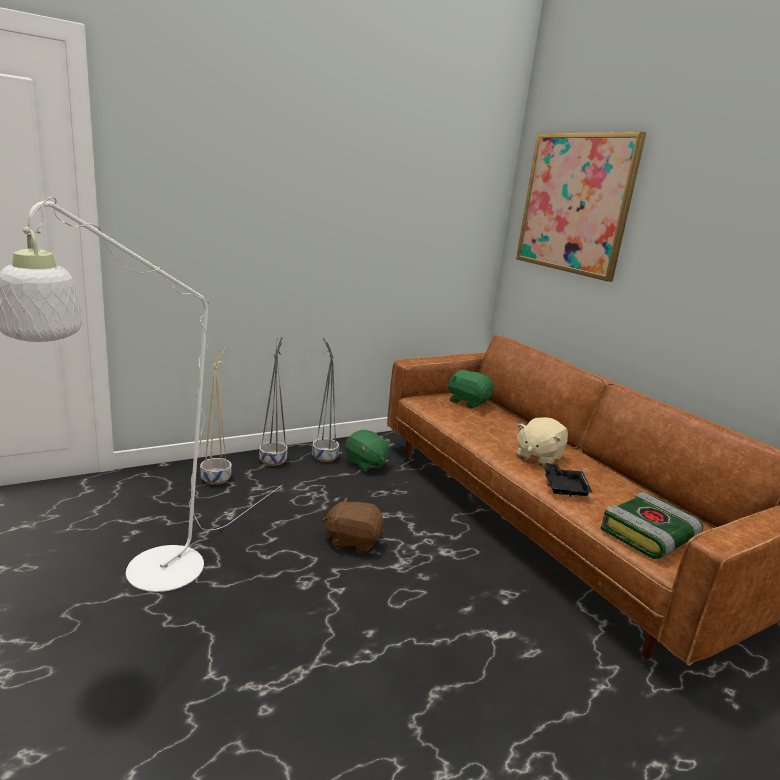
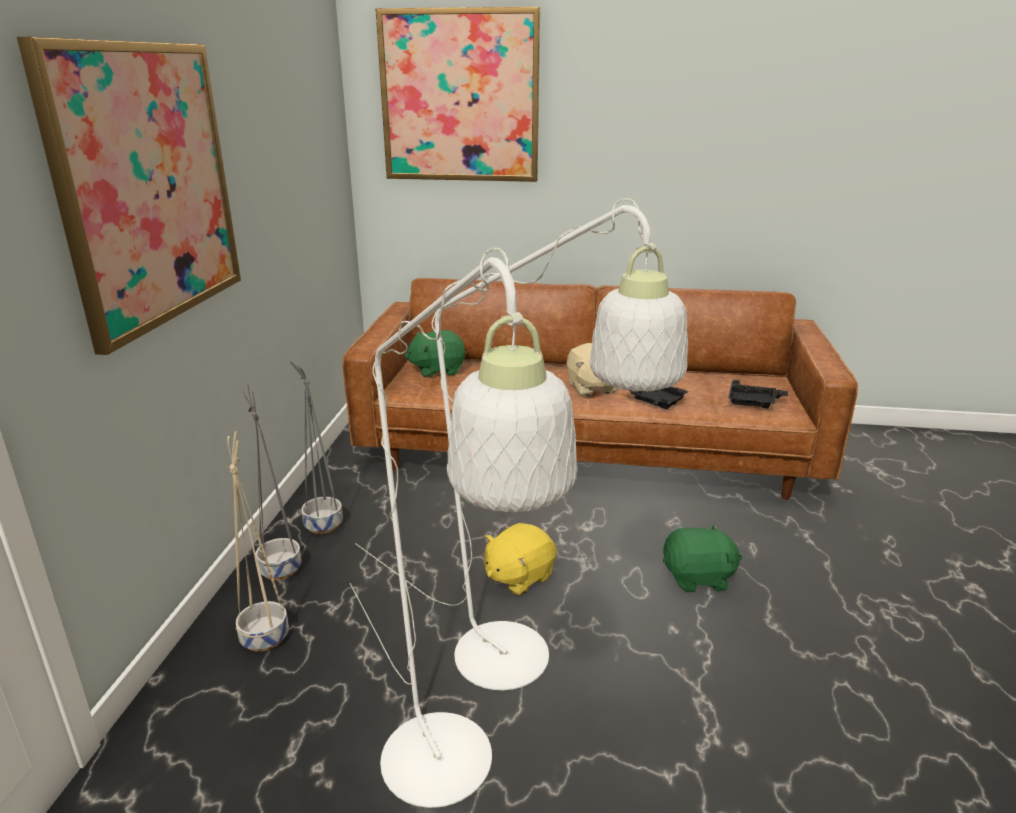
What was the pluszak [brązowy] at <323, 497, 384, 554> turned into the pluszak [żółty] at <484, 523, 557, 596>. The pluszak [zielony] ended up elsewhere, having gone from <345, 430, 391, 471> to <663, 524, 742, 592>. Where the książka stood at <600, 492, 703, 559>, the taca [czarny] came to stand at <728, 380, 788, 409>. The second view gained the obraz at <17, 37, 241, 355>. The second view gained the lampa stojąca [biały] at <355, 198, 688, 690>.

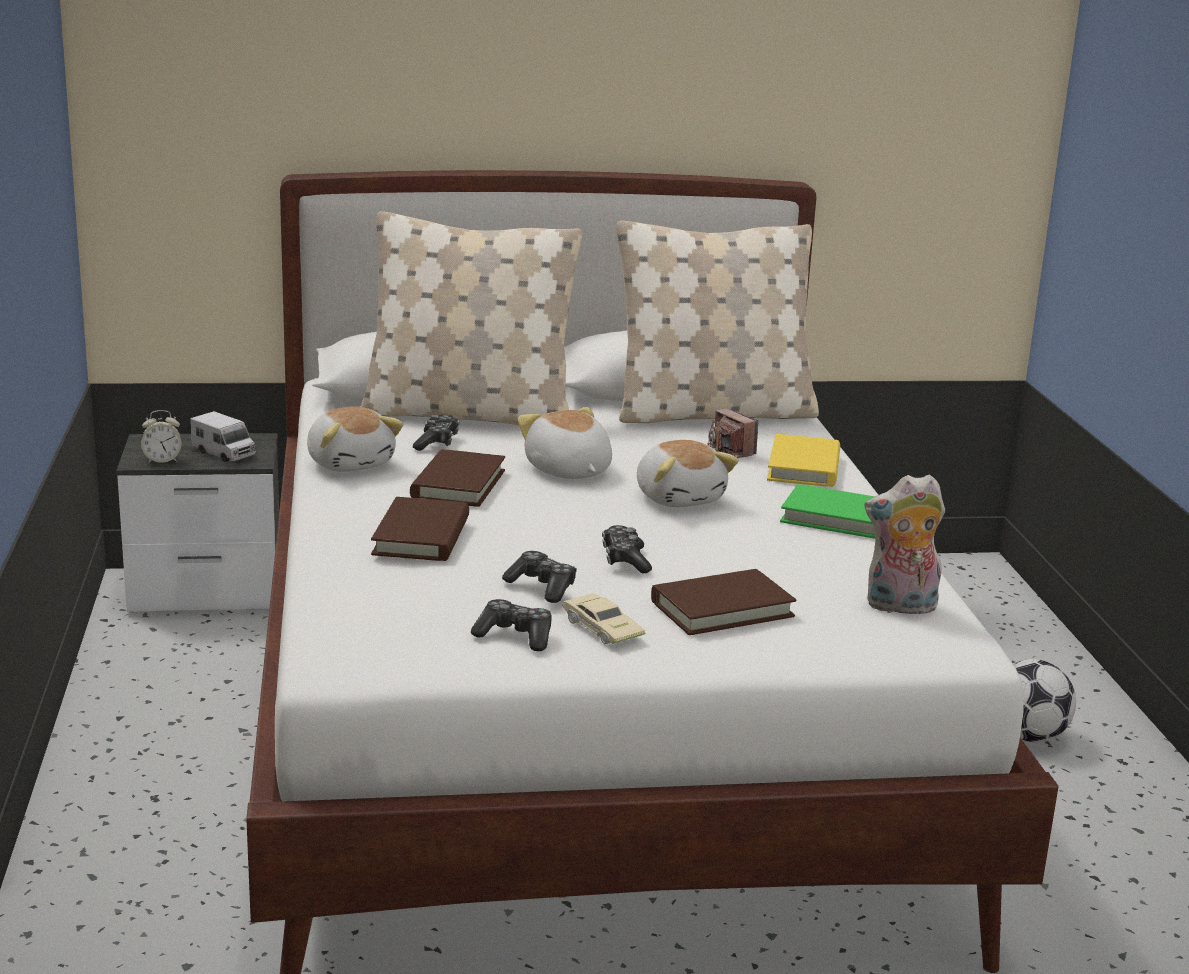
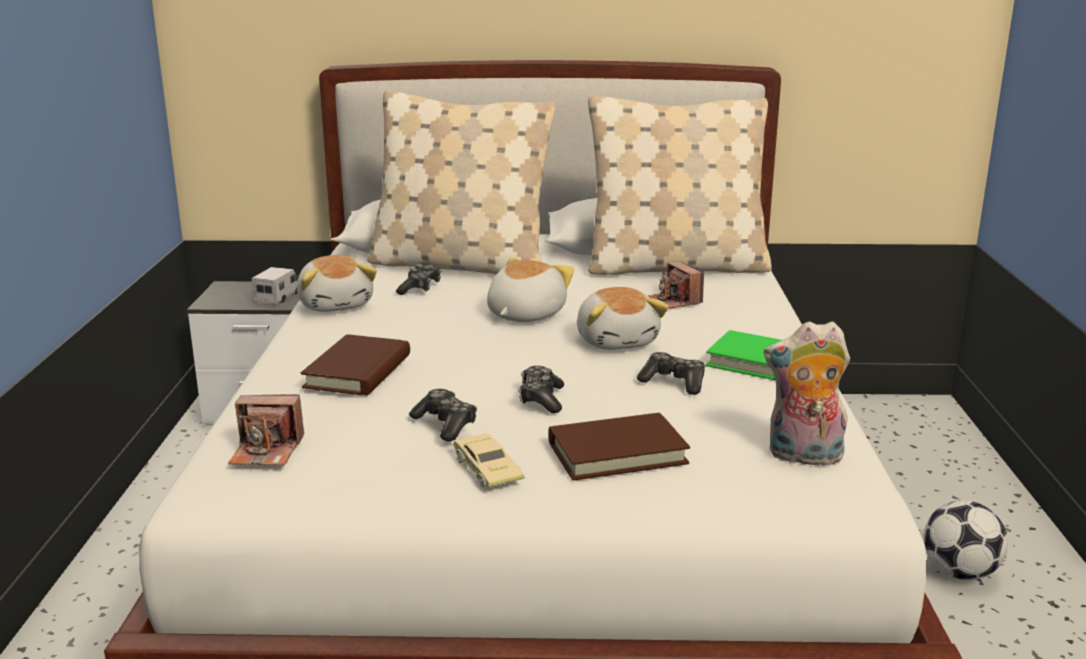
The second view lost the budzik at <141, 410, 181, 464>. The ciężarówka zabawkowa at <190, 411, 256, 462> ended up facing another way, 120 degrees counterclockwise from before. The second view lost the książka [brązowy] at <410, 449, 505, 507>. The pad do gier ended up elsewhere, having gone from <471, 599, 552, 651> to <637, 352, 705, 395>. The pluszak at <518, 407, 612, 479> ended up facing another way, 45 degrees clockwise from before. The second view lost the książka [żółty] at <767, 434, 840, 487>. The second view gained the aparat fotograficzny at <228, 394, 304, 466>.

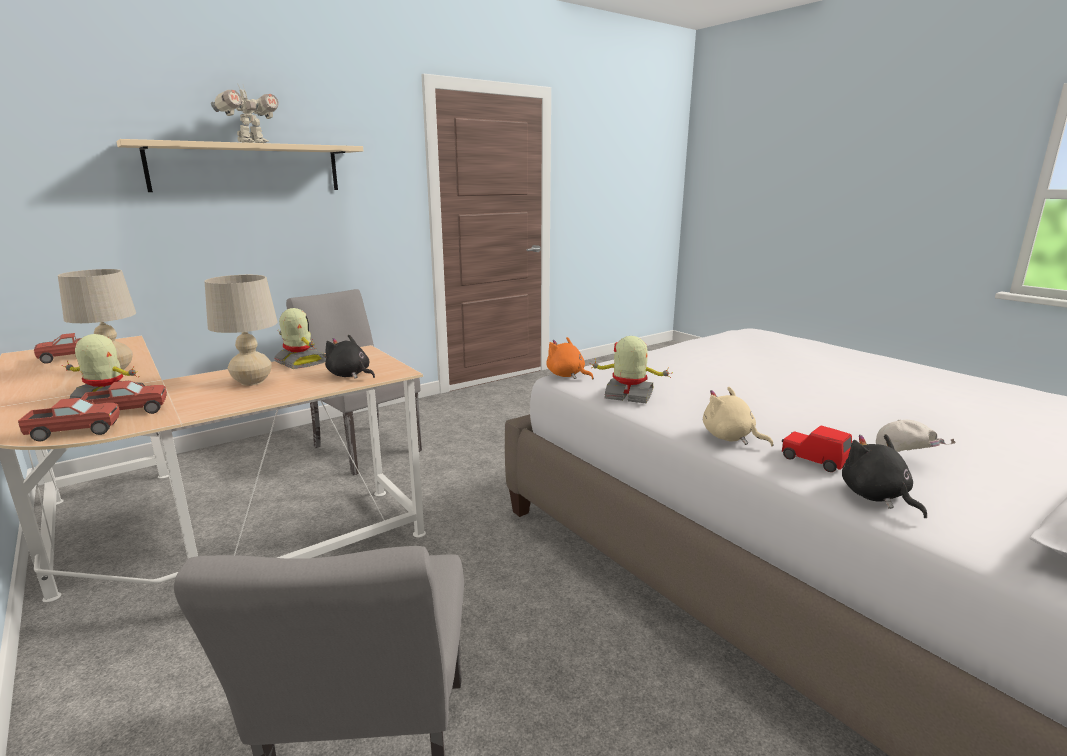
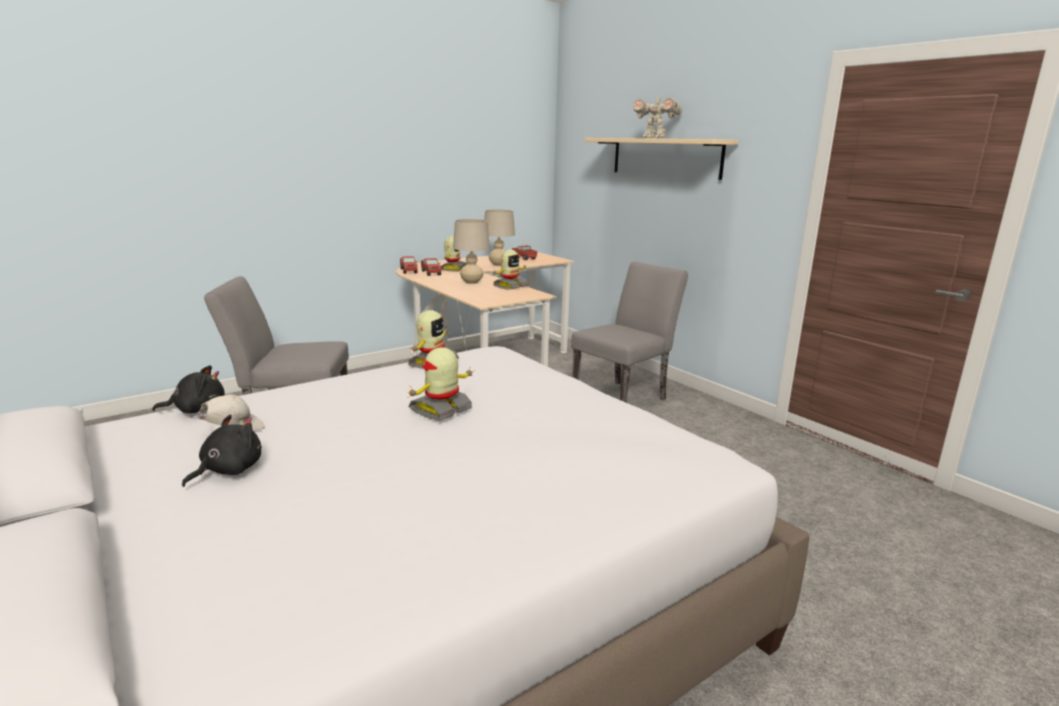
The pluszak [czarny] ended up elsewhere, having gone from <325, 335, 375, 379> to <182, 414, 261, 487>. The second view lost the pluszak [pomarańczowy] at <546, 337, 594, 380>. The second view lost the pluszak [beżowy] at <703, 387, 774, 447>. The second view lost the samochodzik [czerwony] at <782, 426, 852, 472>. The second view gained the robot zabawkowy at <408, 347, 475, 421>.

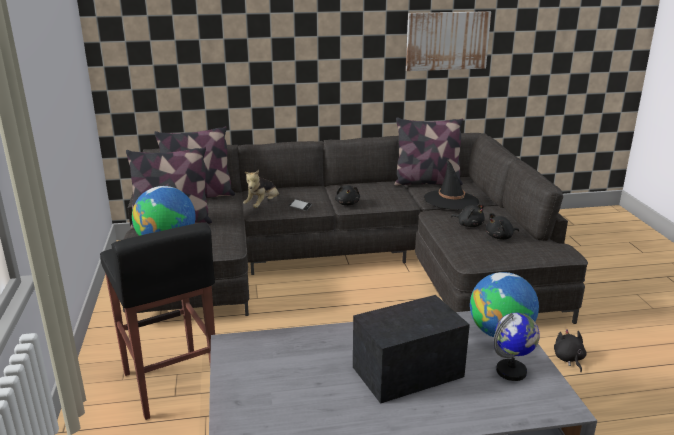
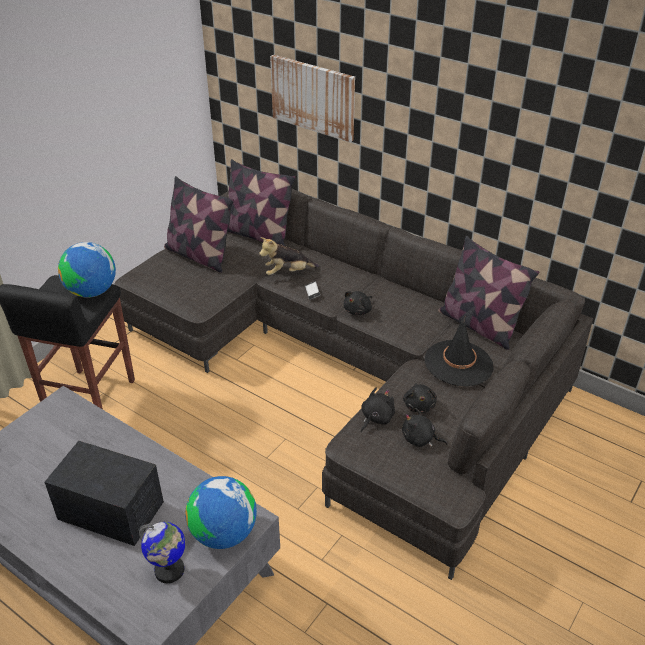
The obraz ended up elsewhere, having gone from <406, 11, 491, 71> to <270, 55, 355, 142>. The pluszak [czarny] ended up elsewhere, having gone from <554, 329, 587, 373> to <361, 388, 395, 432>.

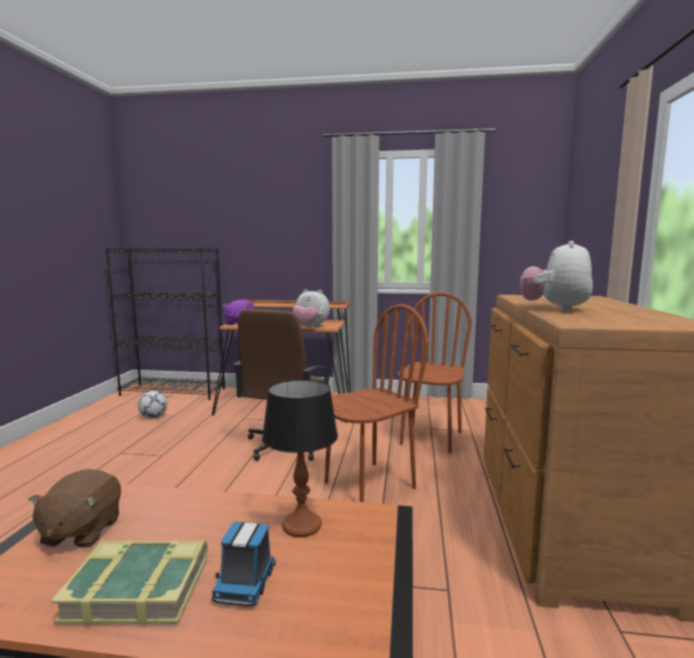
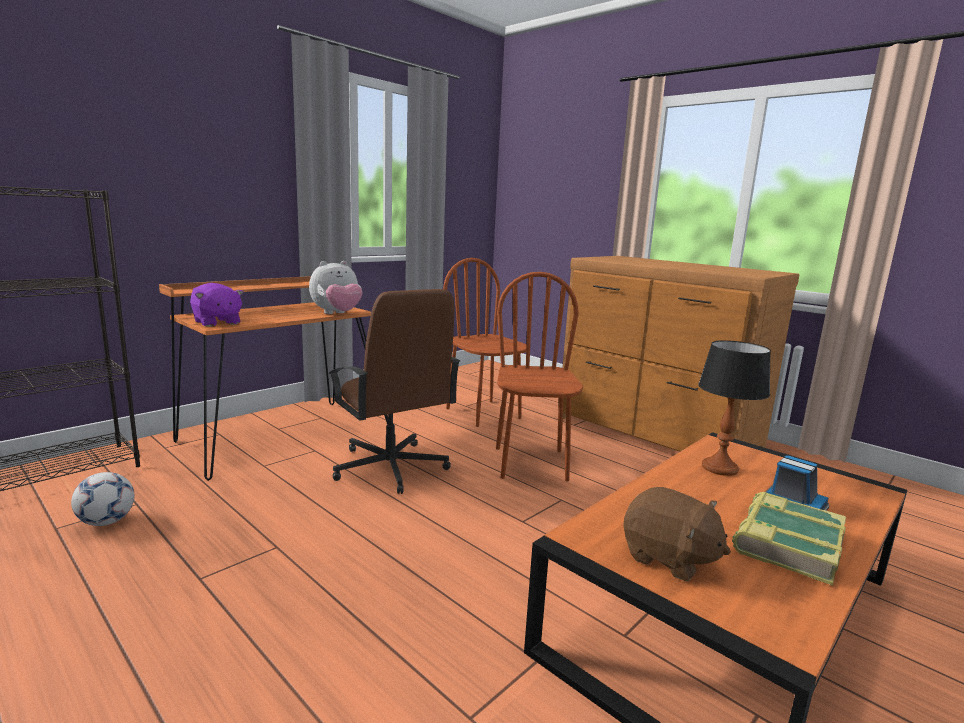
The second view lost the pluszak at <520, 241, 593, 312>.

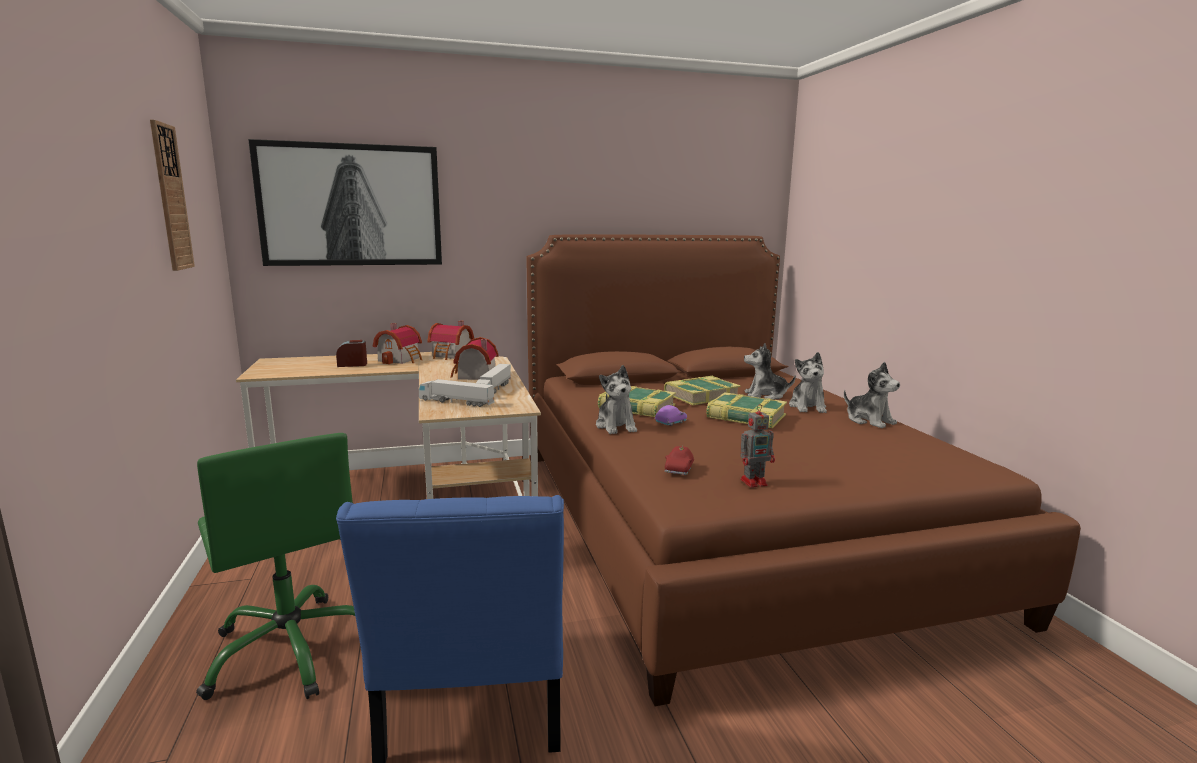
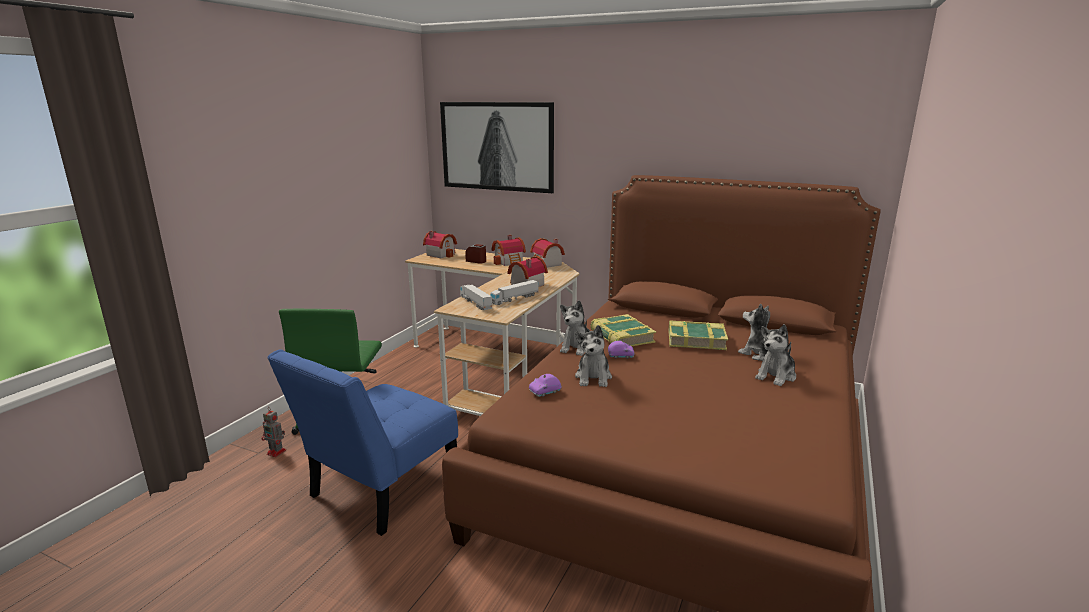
The second view lost the zegar ścienny at <150, 120, 195, 271>. What was the samochodzik [czerwony] at <665, 446, 694, 475> turned into the samochodzik [fioletowy] at <529, 374, 562, 397>. The second view lost the książka at <706, 392, 787, 428>. The robot zabawkowy ended up elsewhere, having gone from <740, 404, 775, 488> to <262, 407, 286, 457>. The pluszak ended up elsewhere, having gone from <844, 362, 900, 428> to <575, 325, 612, 387>. The second view gained the domek at <423, 231, 457, 258>.

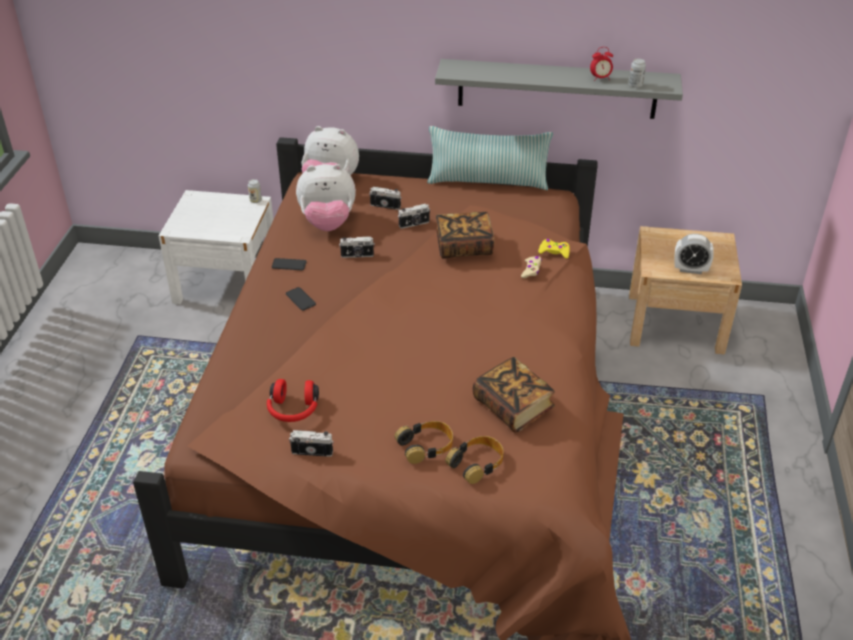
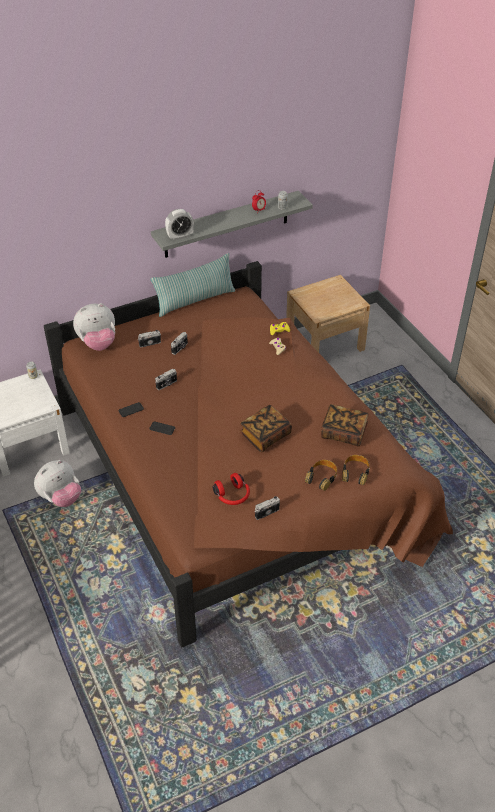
The pluszak ended up elsewhere, having gone from <296, 164, 356, 231> to <34, 460, 81, 507>. The książka ended up elsewhere, having gone from <436, 212, 495, 259> to <240, 405, 292, 452>. The budzik ended up elsewhere, having gone from <675, 234, 714, 274> to <165, 209, 194, 241>.

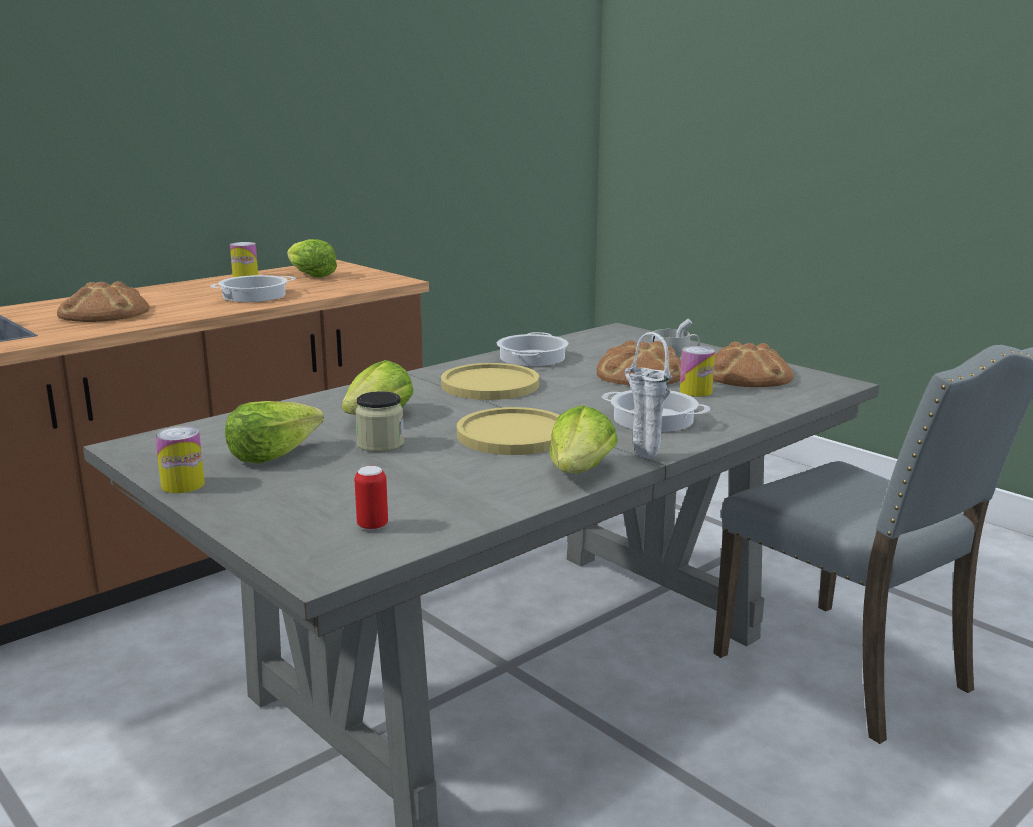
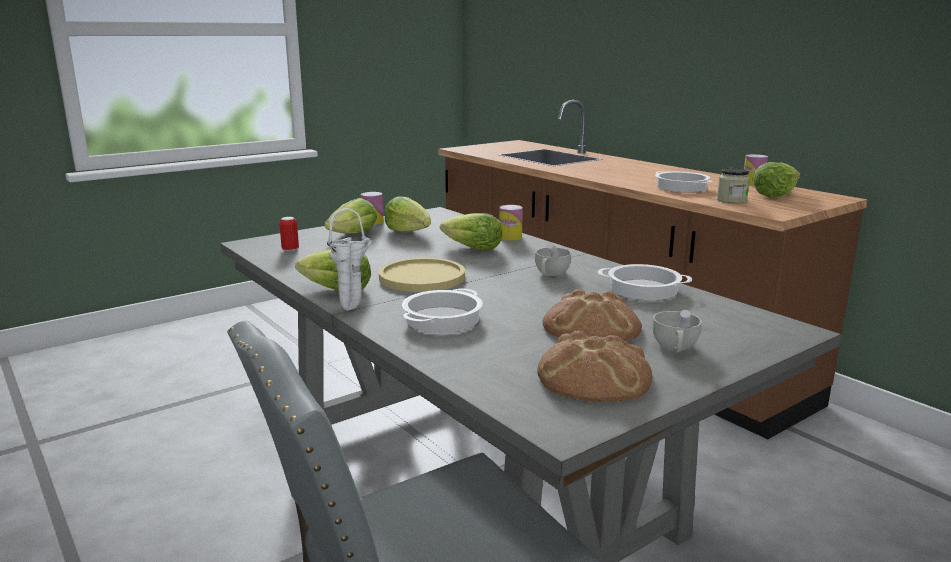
The second view lost the chleb at <57, 281, 150, 322>. The słoik ended up elsewhere, having gone from <355, 391, 404, 452> to <717, 168, 750, 204>. Where the talerz [żółty] stood at <441, 363, 539, 400>, the filiżanka [biały] came to stand at <535, 243, 571, 276>. The puszka ended up elsewhere, having gone from <680, 346, 715, 397> to <499, 205, 523, 241>. The second view gained the sałata at <324, 198, 377, 234>.

